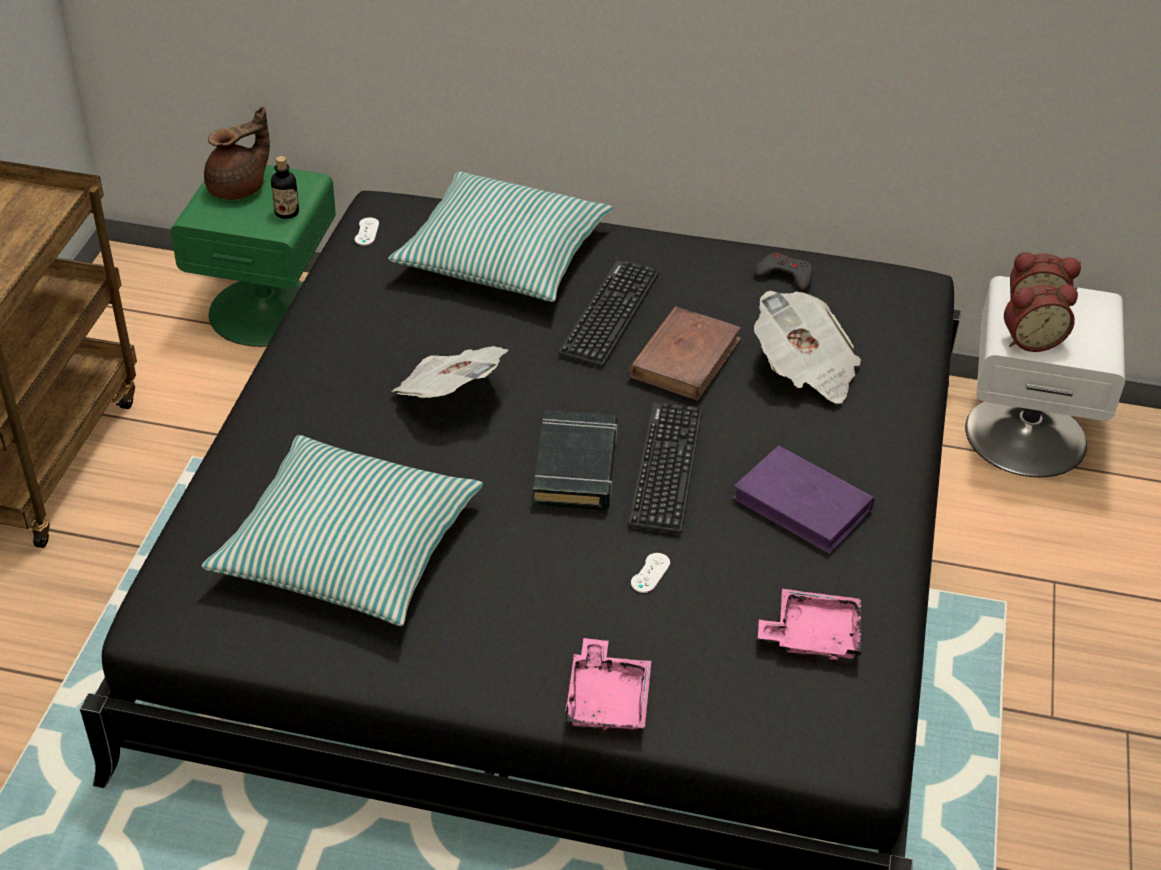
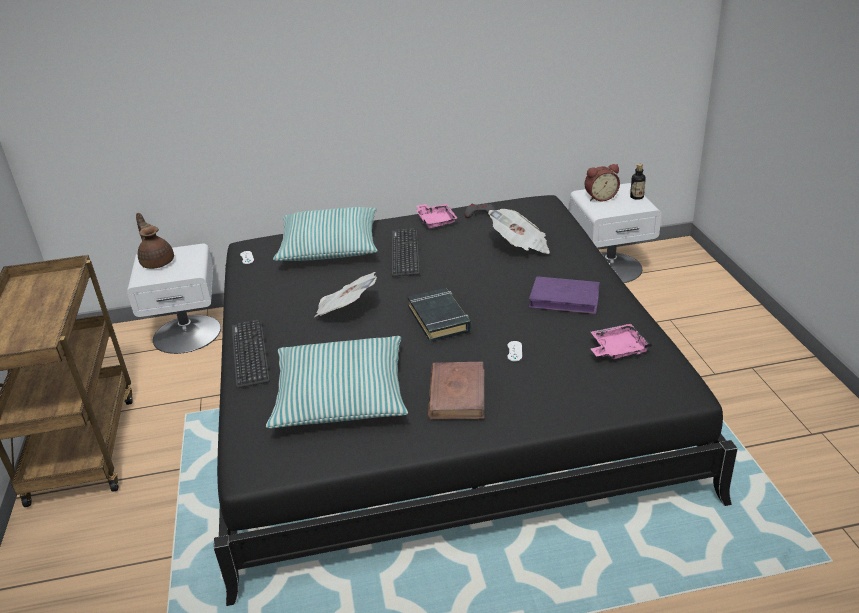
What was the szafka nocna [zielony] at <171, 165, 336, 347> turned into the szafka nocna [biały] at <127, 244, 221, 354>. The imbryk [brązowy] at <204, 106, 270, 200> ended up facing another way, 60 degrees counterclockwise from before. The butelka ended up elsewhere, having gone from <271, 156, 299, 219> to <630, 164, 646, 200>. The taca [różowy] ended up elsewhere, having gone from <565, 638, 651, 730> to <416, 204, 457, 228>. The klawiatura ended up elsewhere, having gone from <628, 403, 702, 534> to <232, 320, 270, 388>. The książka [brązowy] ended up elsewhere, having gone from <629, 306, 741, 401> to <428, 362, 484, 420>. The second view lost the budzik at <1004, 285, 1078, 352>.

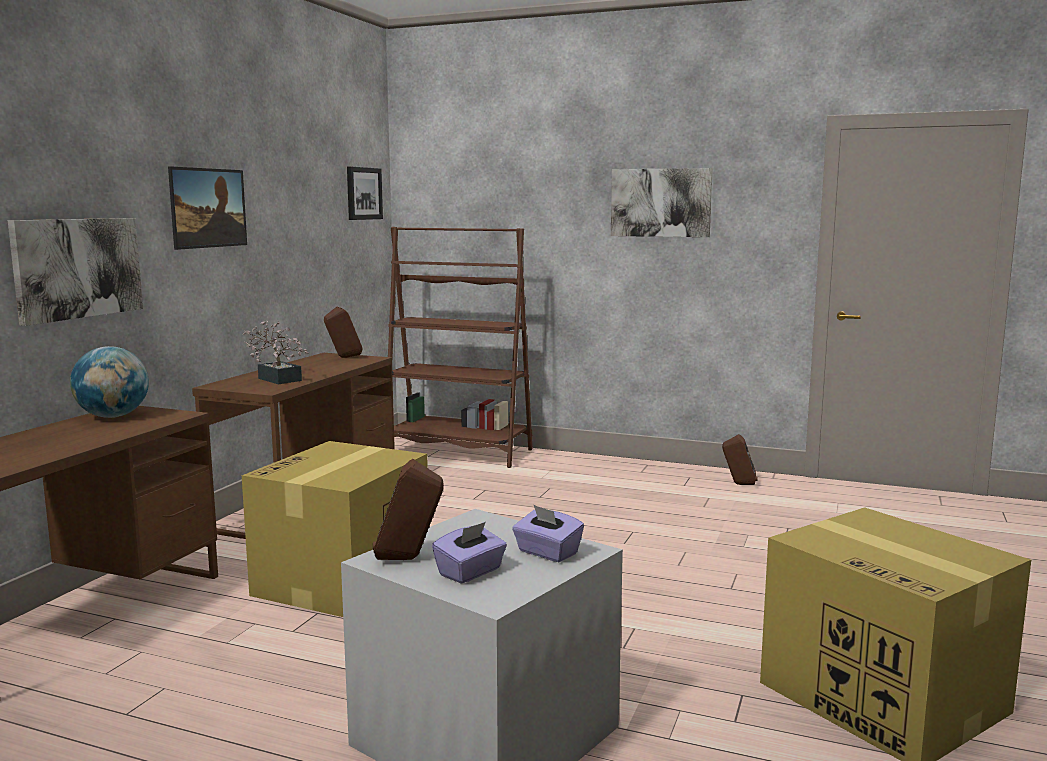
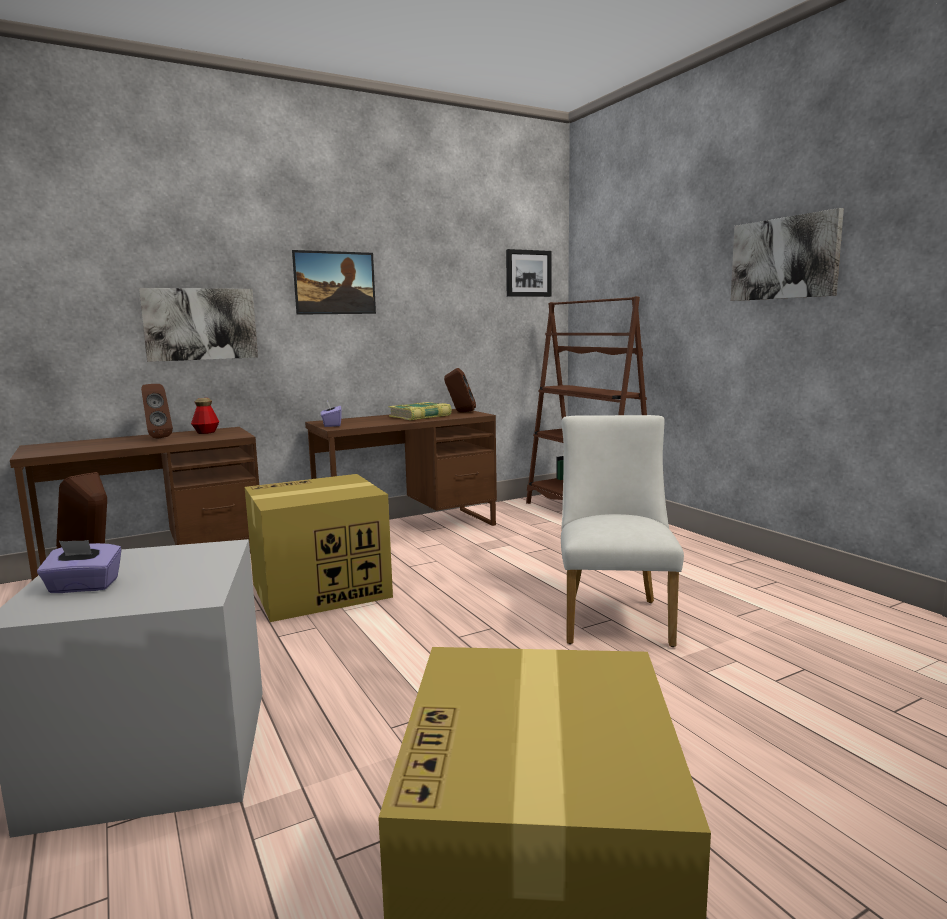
Where the globus stood at <70, 346, 149, 418>, the butelka came to stand at <191, 398, 219, 434>. The second view lost the roślina doniczkowa at <243, 321, 308, 384>. The pudełko chusteczek [fioletowy] ended up elsewhere, having gone from <512, 505, 584, 562> to <321, 401, 342, 427>. The głośnik [brązowy] ended up elsewhere, having gone from <722, 434, 758, 485> to <141, 384, 173, 439>. The second view gained the książka at <388, 402, 452, 420>. The second view gained the krzesło [biały] at <561, 415, 684, 647>.

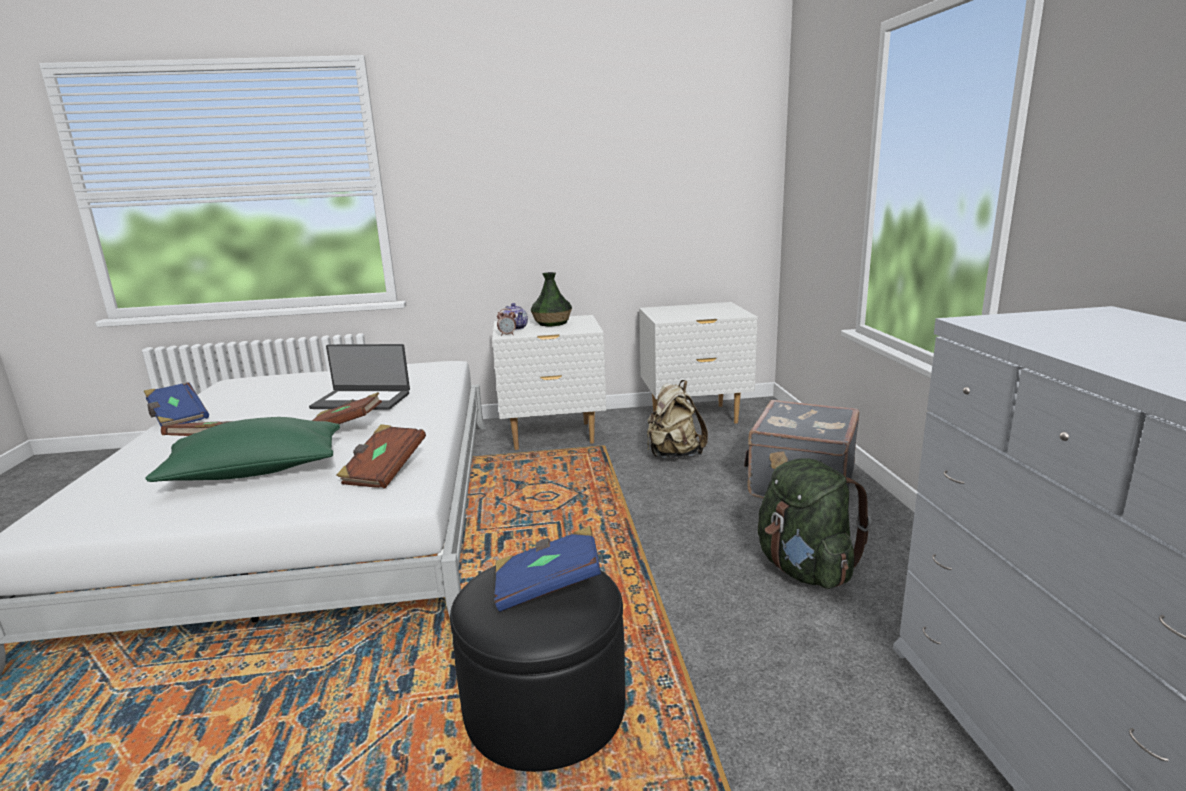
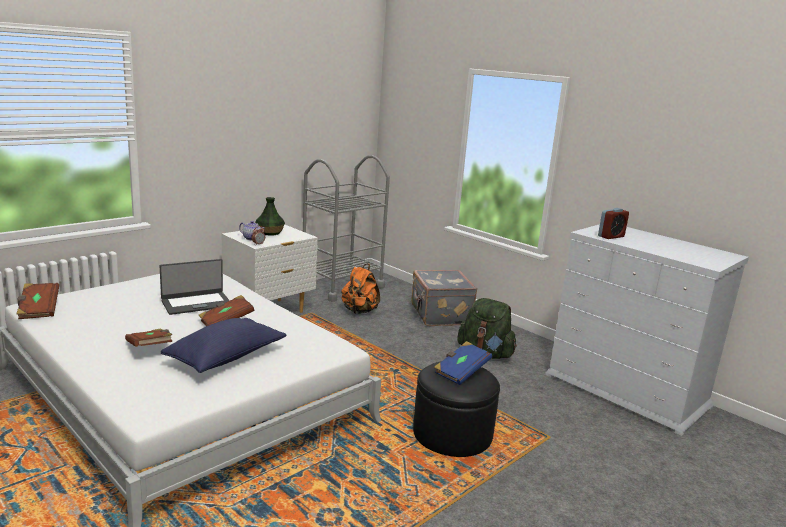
The second view lost the książka [niebieski] at <144, 382, 209, 427>. What was the poduszka [zielony] at <146, 417, 340, 482> turned into the poduszka [niebieski] at <161, 318, 286, 373>. The książka [brązowy] ended up elsewhere, having gone from <336, 424, 426, 489> to <17, 283, 59, 319>. Where the szafka nocna [biały] stood at <639, 302, 758, 424>, the wózek [szary] came to stand at <303, 155, 390, 302>. What was the plecak [beżowy] at <647, 380, 708, 458> turned into the plecak [pomarańczowy] at <341, 264, 380, 314>. The second view gained the budzik at <598, 208, 629, 239>.

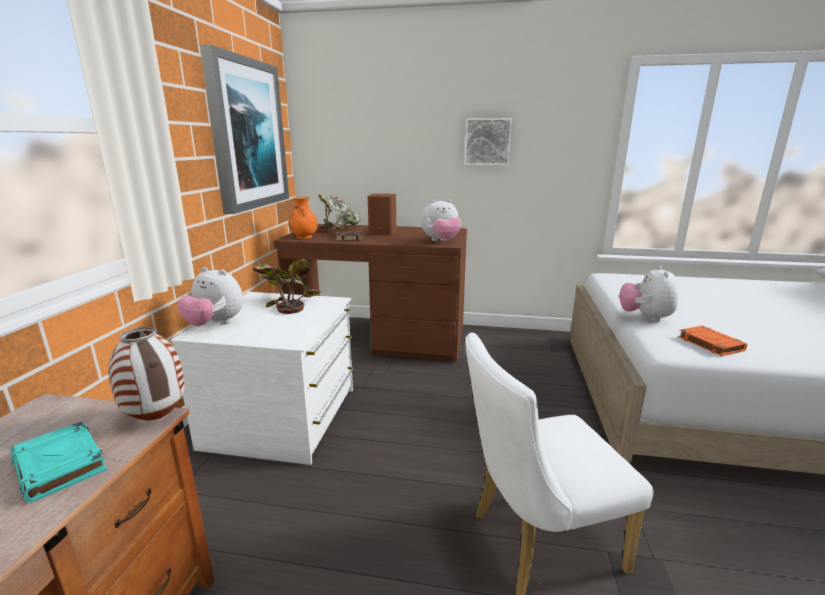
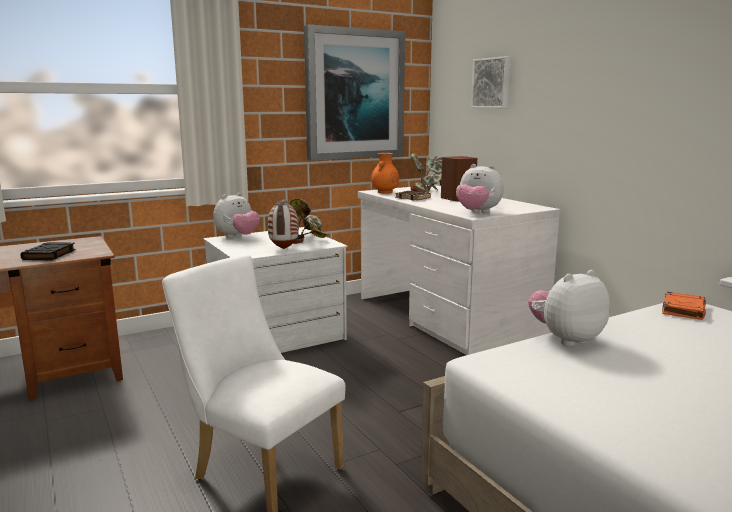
What was the książka [turkusowy] at <11, 421, 107, 503> turned into the książka [czarny] at <20, 242, 76, 260>. The wazon ended up elsewhere, having gone from <108, 327, 184, 420> to <268, 201, 299, 249>. The pluszak at <177, 267, 243, 326> ended up facing another way, 120 degrees counterclockwise from before. What was the biurko [brązowy] at <274, 224, 467, 363> turned into the biurko [biały] at <358, 185, 560, 355>. The obraz ended up elsewhere, having gone from <464, 118, 512, 166> to <471, 56, 511, 108>. The książka [pomarańczowy] ended up elsewhere, having gone from <678, 326, 747, 356> to <662, 292, 706, 320>.

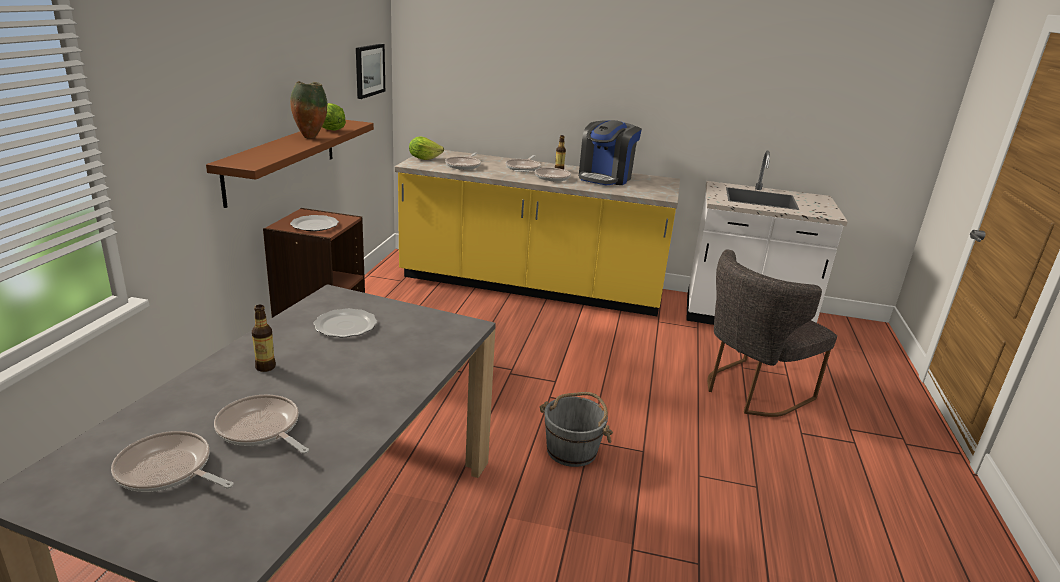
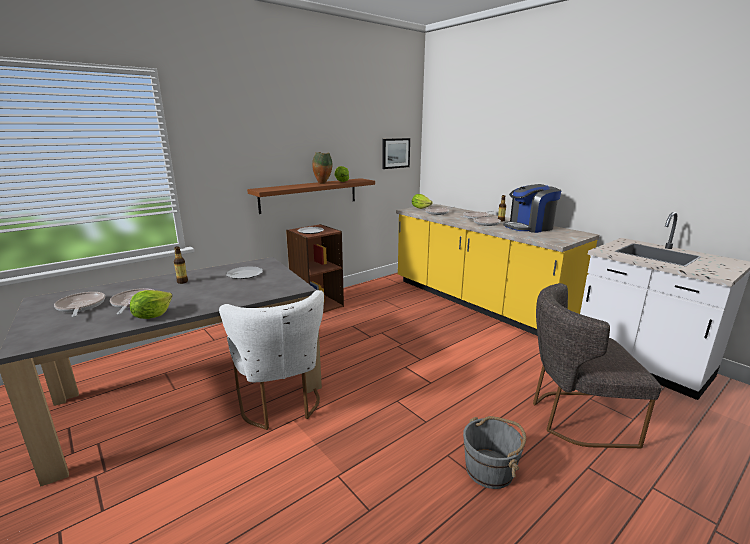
The wiadro [szary] ended up elsewhere, having gone from <540, 392, 613, 467> to <463, 416, 526, 489>. The second view gained the sałata at <130, 290, 173, 319>. The second view gained the krzesło [biały] at <219, 290, 324, 430>.

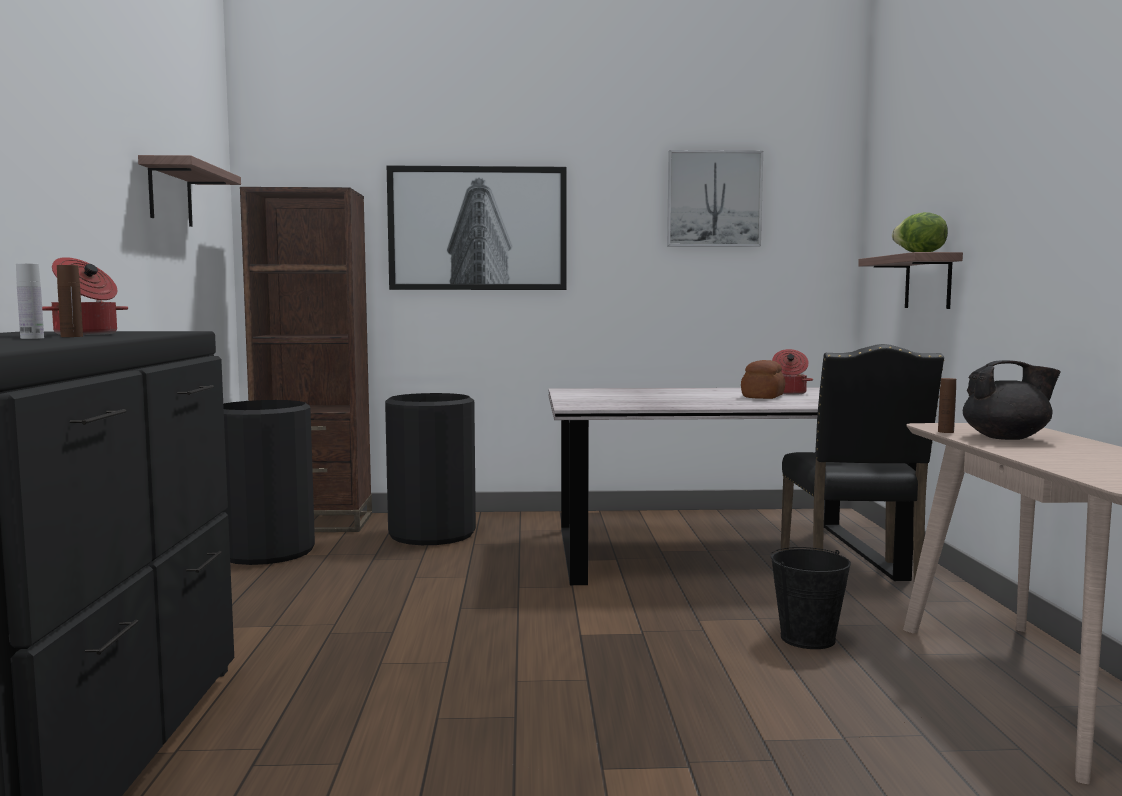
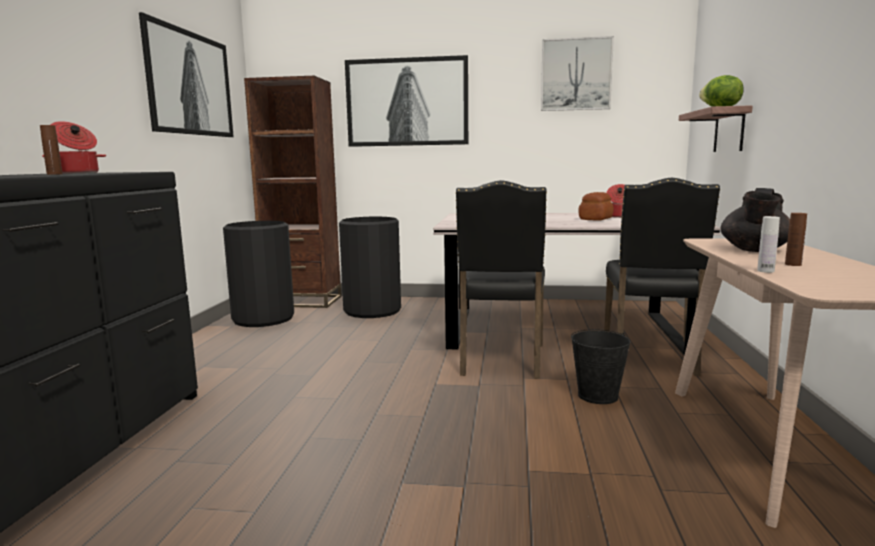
The butelka [biały] ended up elsewhere, having gone from <16, 263, 44, 339> to <757, 216, 780, 273>. Where the półka hung at <138, 155, 241, 227>, the obraz came to hang at <139, 12, 234, 137>. The butelka [brązowy] ended up elsewhere, having gone from <938, 378, 956, 433> to <785, 213, 807, 266>. The imbryk [czarny] at <963, 360, 1061, 440> ended up facing another way, 105 degrees clockwise from before. The second view gained the krzesło [czarny] at <456, 180, 547, 379>.

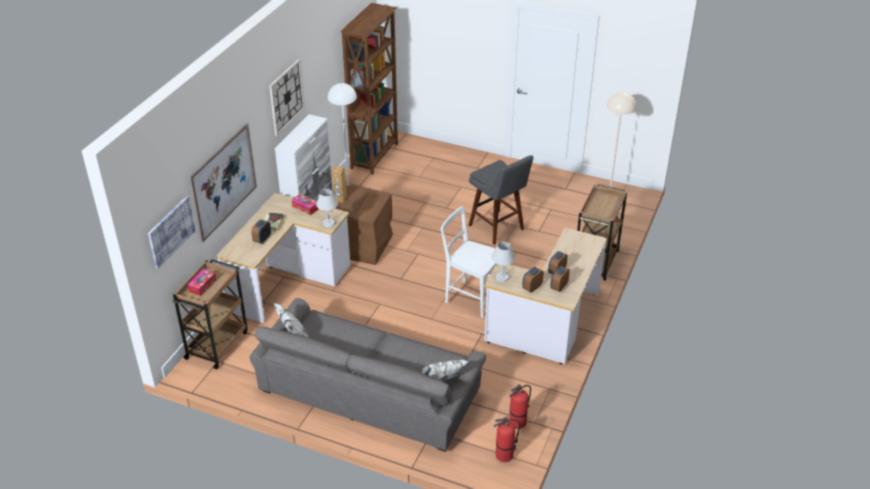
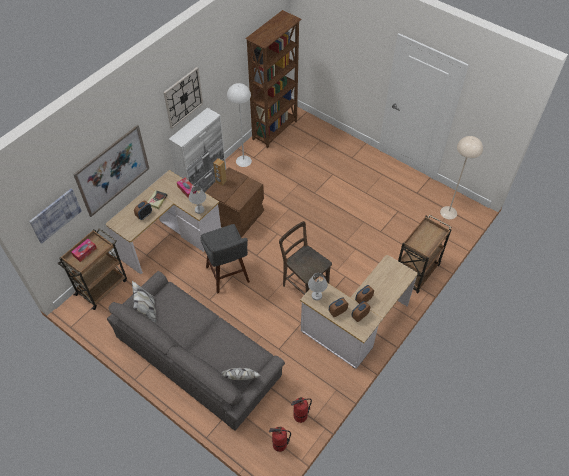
What was the krzesło [biały] at <441, 206, 497, 318> turned into the krzesło [brązowy] at <279, 221, 332, 295>. The stołek [szary] ended up elsewhere, having gone from <469, 155, 533, 245> to <200, 224, 250, 294>.

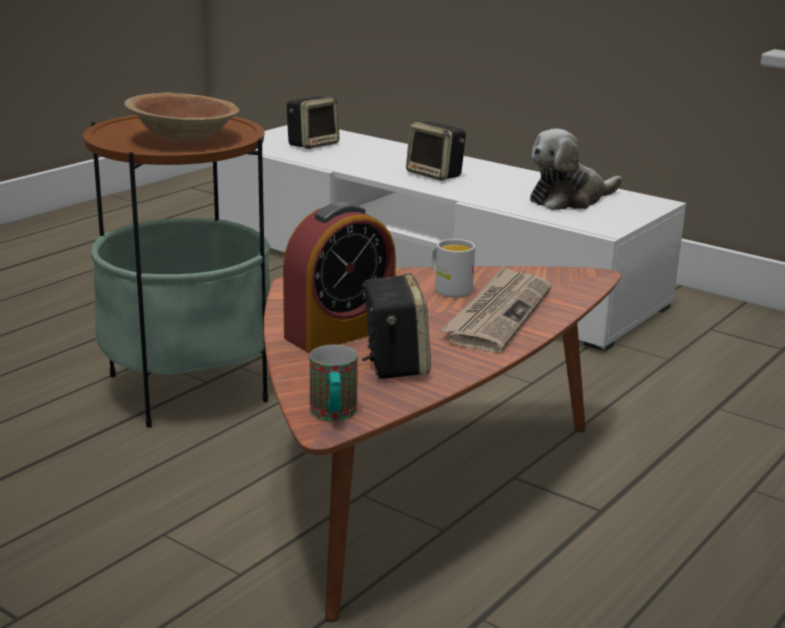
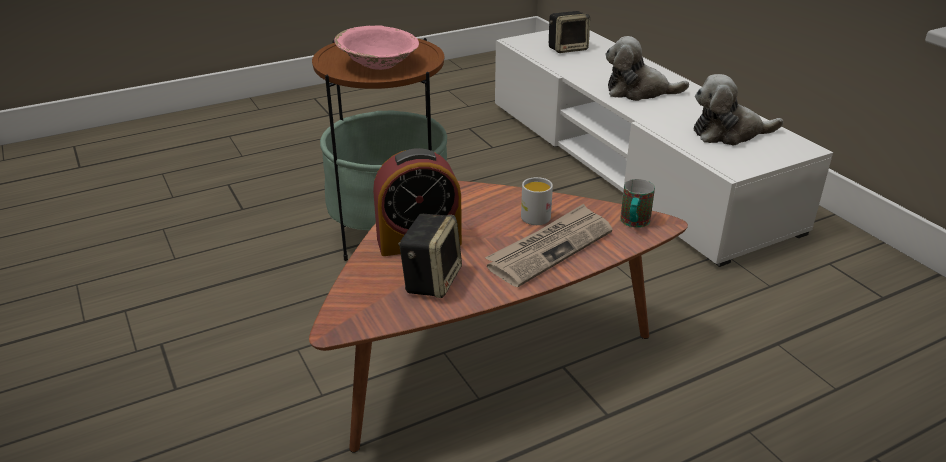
What was the miska [brązowy] at <124, 92, 239, 143> turned into the miska [różowy] at <334, 25, 419, 70>. The kubek ended up elsewhere, having gone from <310, 345, 358, 421> to <620, 179, 655, 228>. Where the głośnik stood at <406, 122, 466, 181>, the pluszak came to stand at <605, 36, 689, 101>.

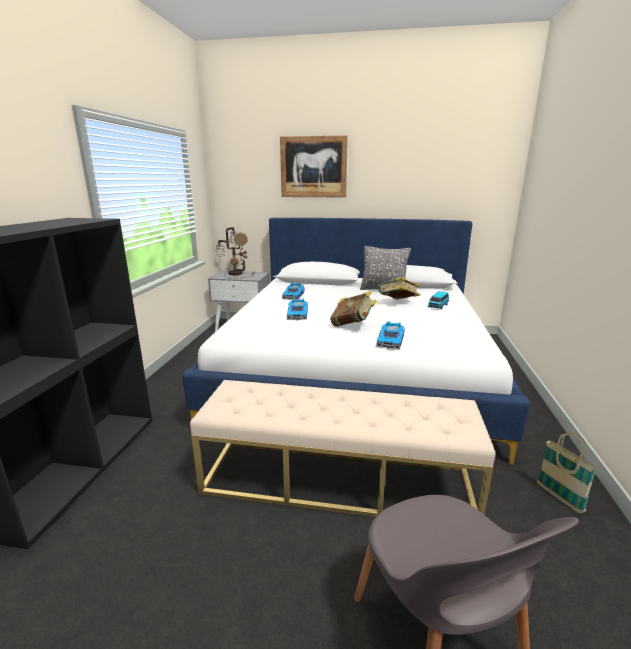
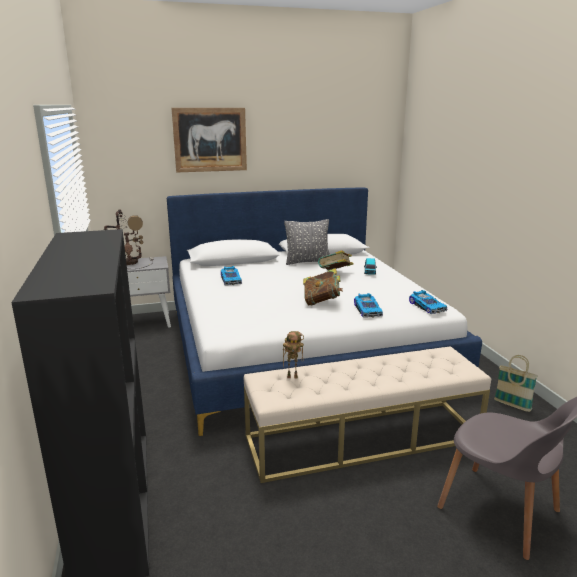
The samochodzik ended up elsewhere, having gone from <286, 299, 308, 320> to <409, 290, 447, 314>. The second view gained the robot zabawkowy at <283, 331, 304, 378>.

